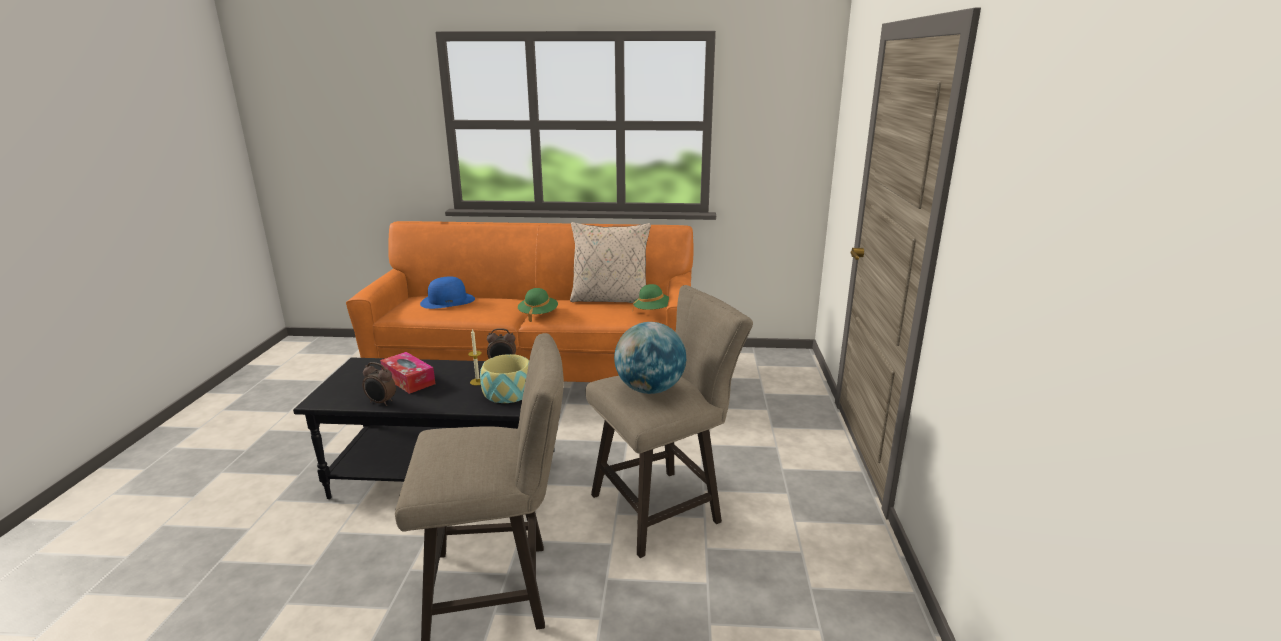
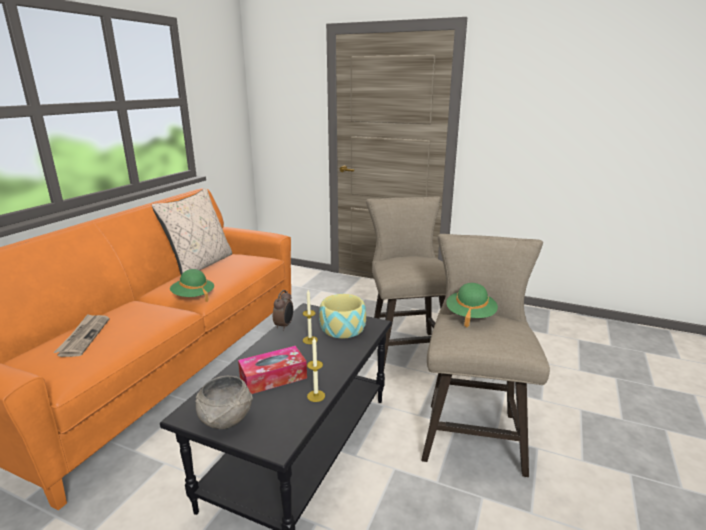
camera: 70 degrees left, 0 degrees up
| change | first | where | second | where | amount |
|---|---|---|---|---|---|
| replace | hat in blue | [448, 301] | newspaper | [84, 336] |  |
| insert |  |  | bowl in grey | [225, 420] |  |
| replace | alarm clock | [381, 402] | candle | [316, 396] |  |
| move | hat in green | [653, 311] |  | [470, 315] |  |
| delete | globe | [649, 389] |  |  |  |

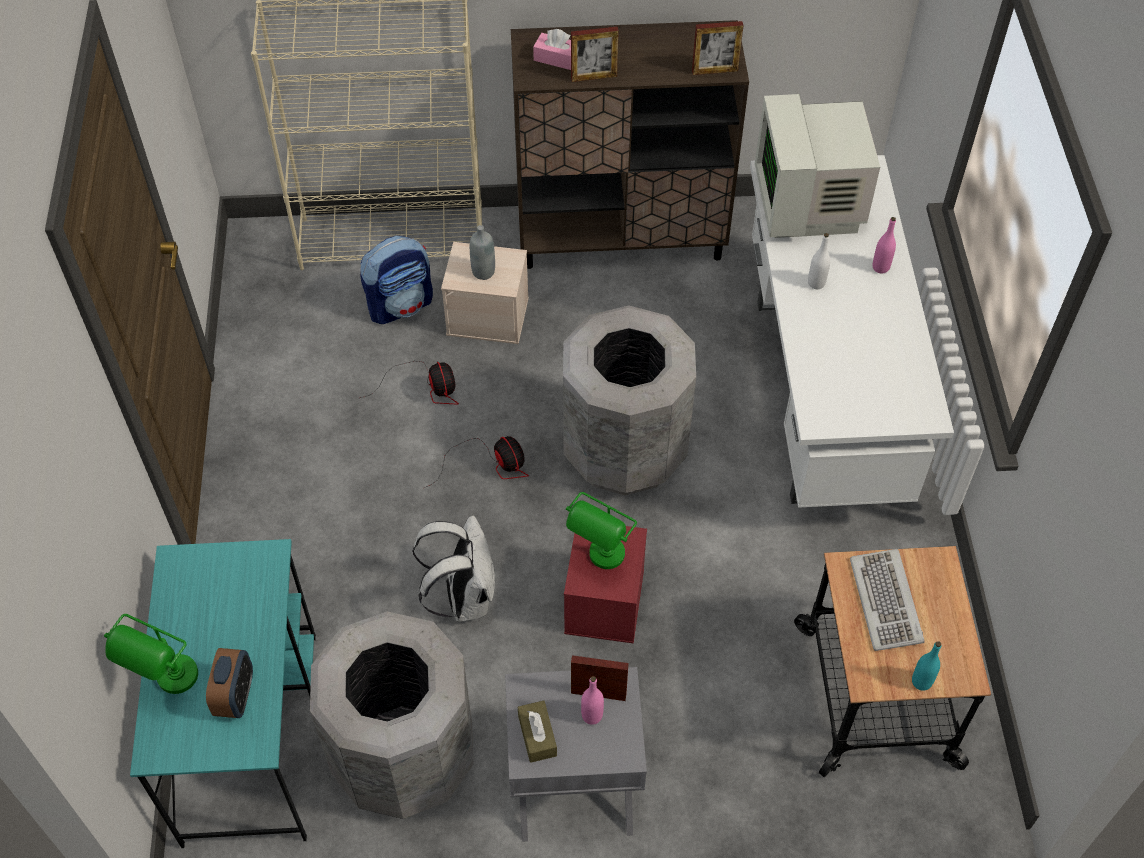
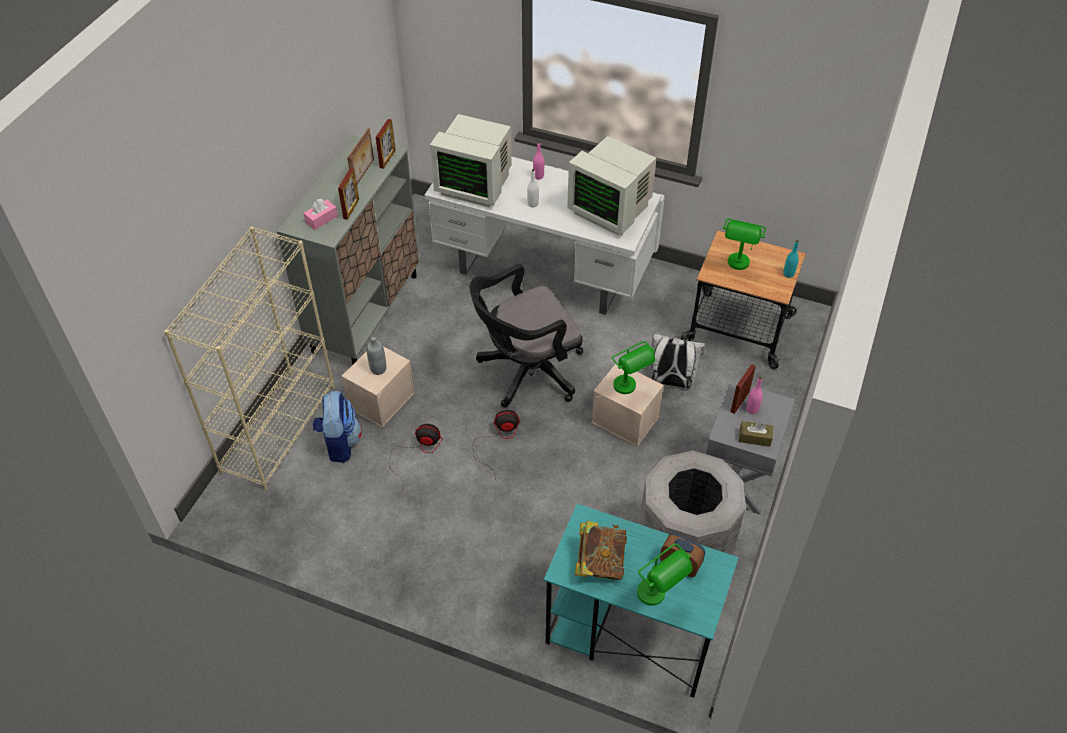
camera: 65 degrees left, 5 degrees down
| change | first | where | second | where | amount |
|---|---|---|---|---|---|
| recolor | cabinet in brown | [621, 237] | cabinet in grey | [366, 313] |  |
| insert |  |  | picture frame | [364, 174] |  |
| replace | trash can in grey | [624, 450] | office chair in black | [526, 372] |  |
| insert |  |  | monitor | [611, 209] |  |
| insert |  |  | book | [599, 562] |  |
| recolor | storage box in red | [605, 603] | storage box in beige | [626, 420] |  |
| move | backpack in white | [464, 597] |  | [671, 382] |  |
| replace | keyboard | [886, 602] | table lamp in green | [737, 267] |  |

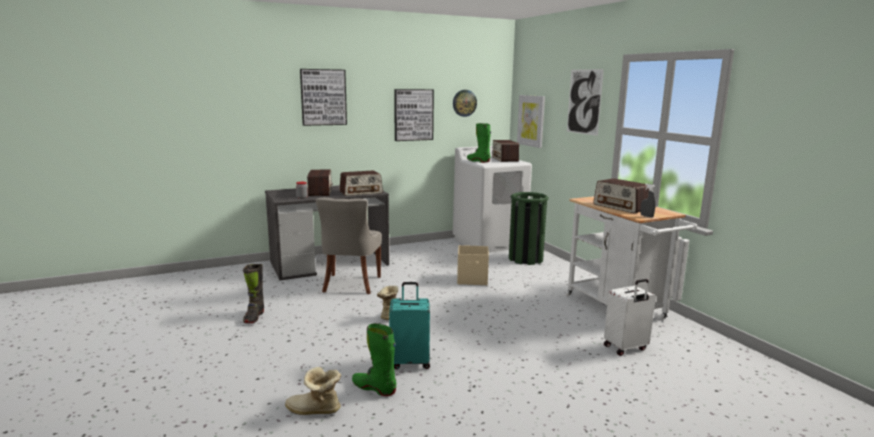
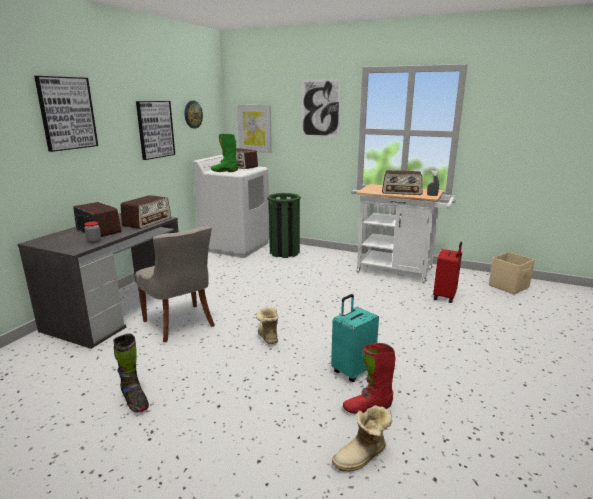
camera: 40 degrees left, 5 degrees up
| change | first | where | second | where | amount |
|---|---|---|---|---|---|
| recolor | boot in green | [374, 388] | boot in red | [367, 407] |  |
| recolor | suitcase in white | [626, 348] | suitcase in red | [445, 296] |  |
| move | storage box in beige | [473, 280] |  | [509, 286] |  |

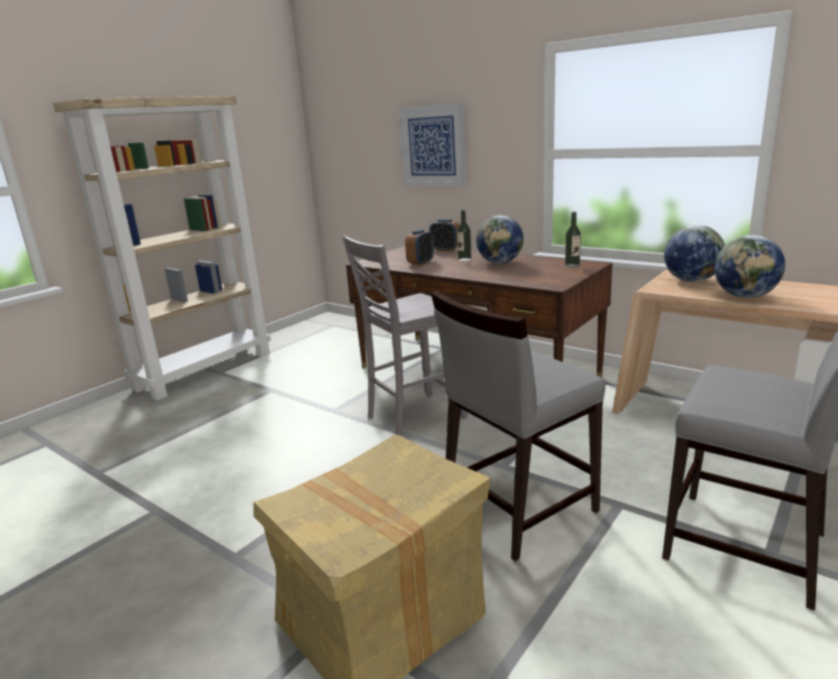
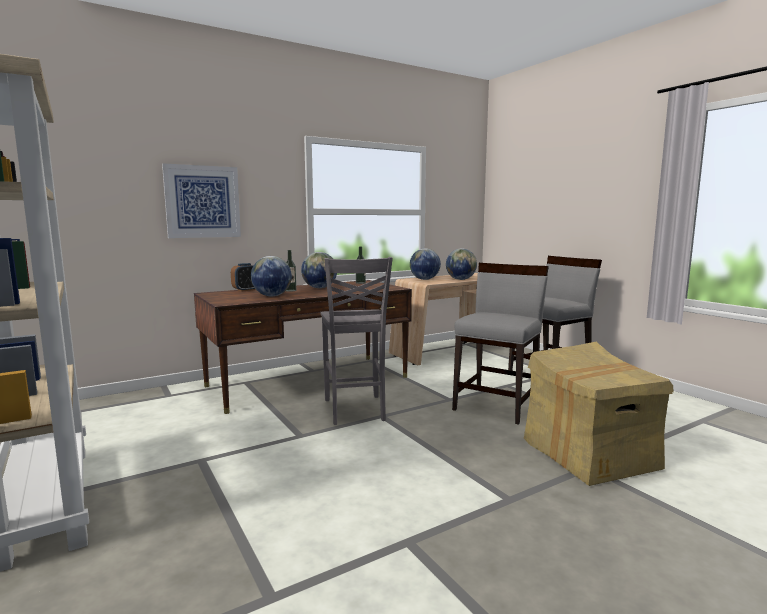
camera: 70 degrees left, 10 degrees down
| change | first | where | second | where | amount |
|---|---|---|---|---|---|
| replace | alarm clock | [421, 263] | globe | [272, 296] |  |
| rotate | chair in grey | [517, 508] |  | [497, 405] | 135 degrees counterclockwise |

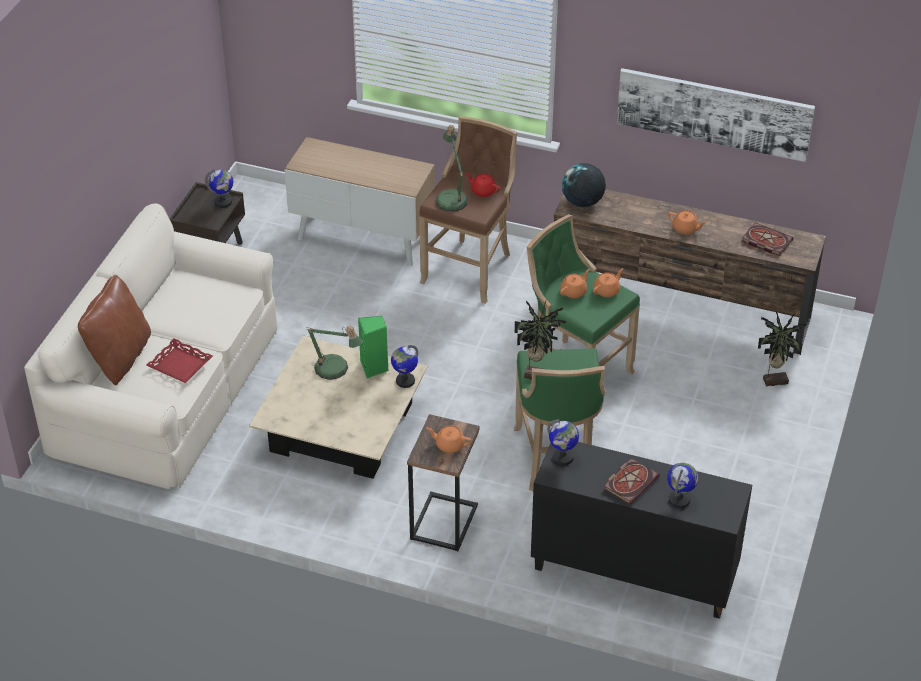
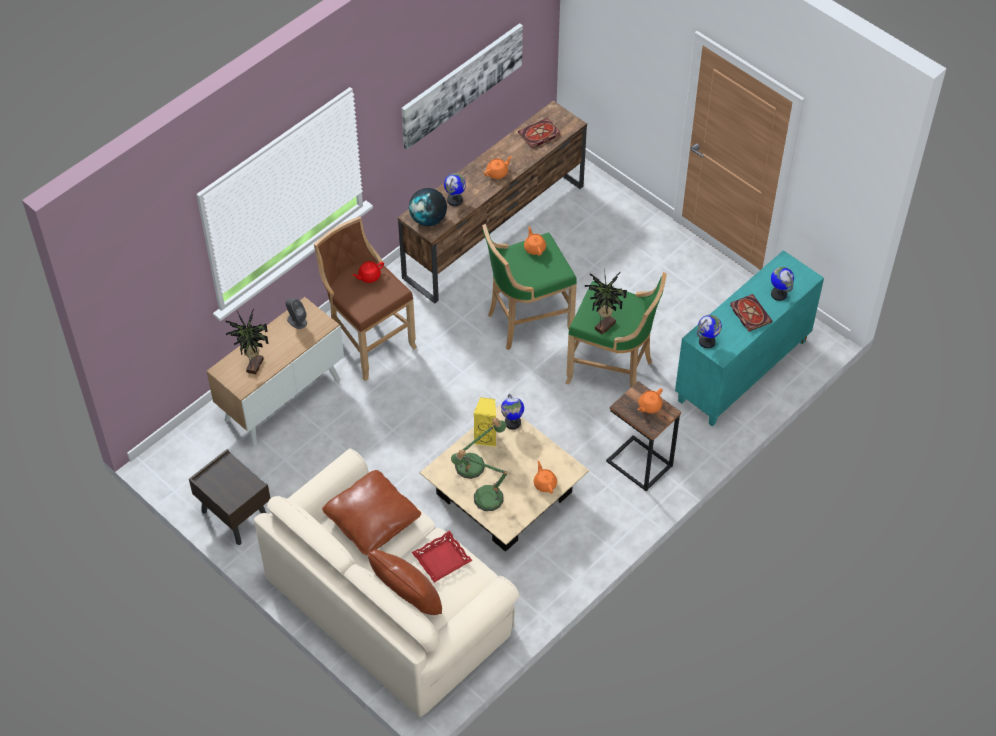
camera: 65 degrees left, 10 degrees up
| change | first | where | second | where | amount |
|---|---|---|---|---|---|
| move | potted plant | [774, 380] |  | [253, 365] |  |
| insert |  |  | speaker in grey | [296, 321] |  |
| insert |  |  | pillow in brown | [372, 520] |  |
| move | globe | [223, 202] |  | [455, 200] |  |
| move | table lamp | [451, 197] |  | [483, 496] |  |
| recolor | speaker in green | [374, 368] | speaker in yellow | [486, 437] |  |
| move | teapot in orange | [574, 291] |  | [545, 483] |  |
| recolor | cabinet in black | [632, 573] | cabinet in turquoise | [742, 372] |  |

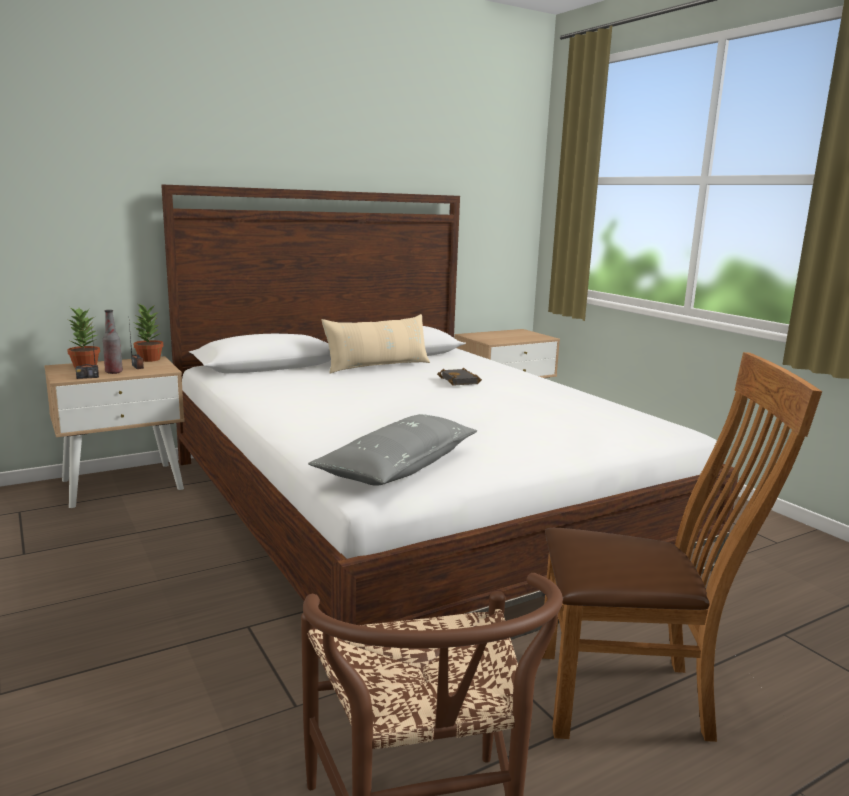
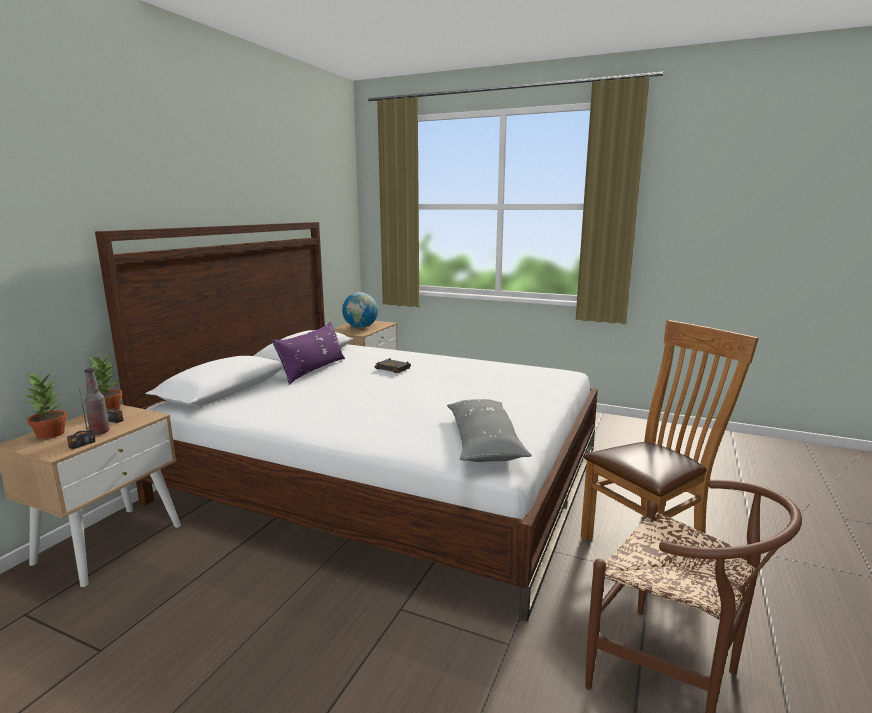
camera: 35 degrees left, 0 degrees up
| change | first | where | second | where | amount |
|---|---|---|---|---|---|
| recolor | pillow in beige | [378, 366] | pillow in purple | [313, 370] |  |
| insert |  |  | globe | [360, 327] |  |

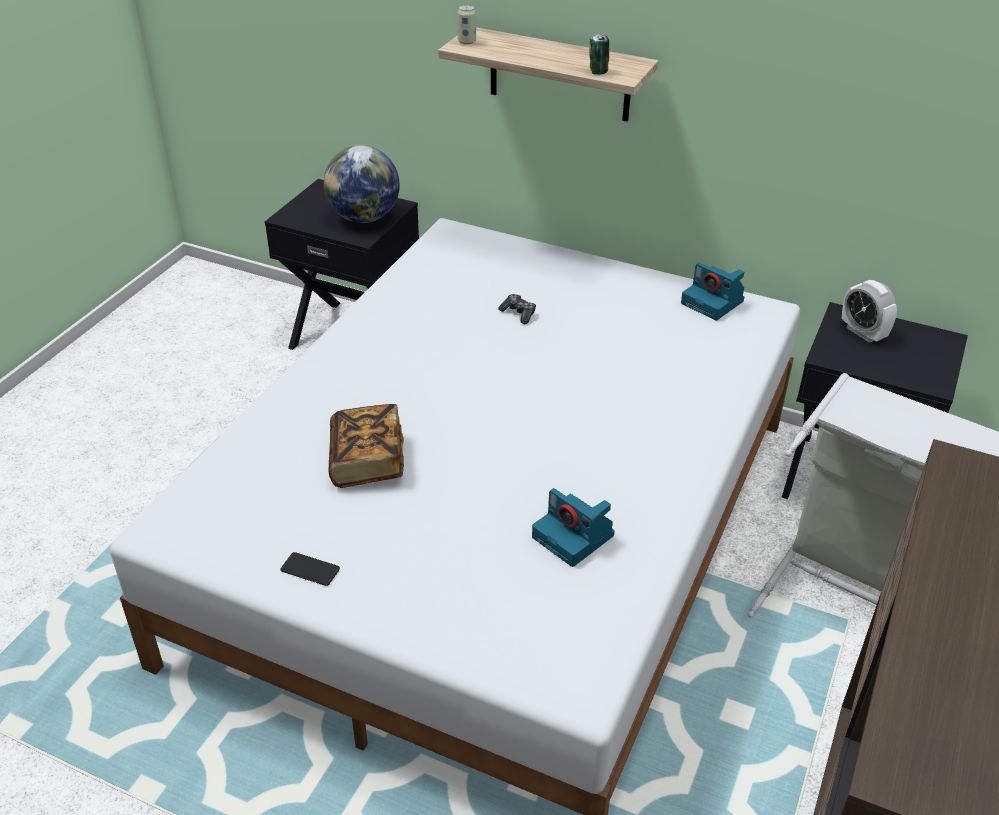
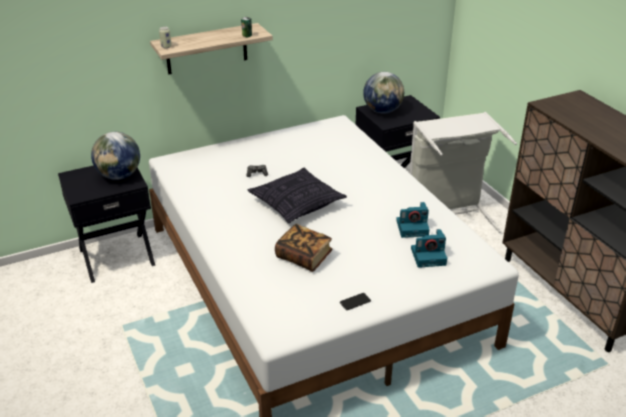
camera: 50 degrees left, 5 degrees down
| change | first | where | second | where | amount |
|---|---|---|---|---|---|
| insert |  |  | pillow | [297, 204] |  |
| replace | alarm clock | [863, 333] | globe | [382, 111] |  |
| move | photo camera | [713, 302] |  | [429, 256] |  |

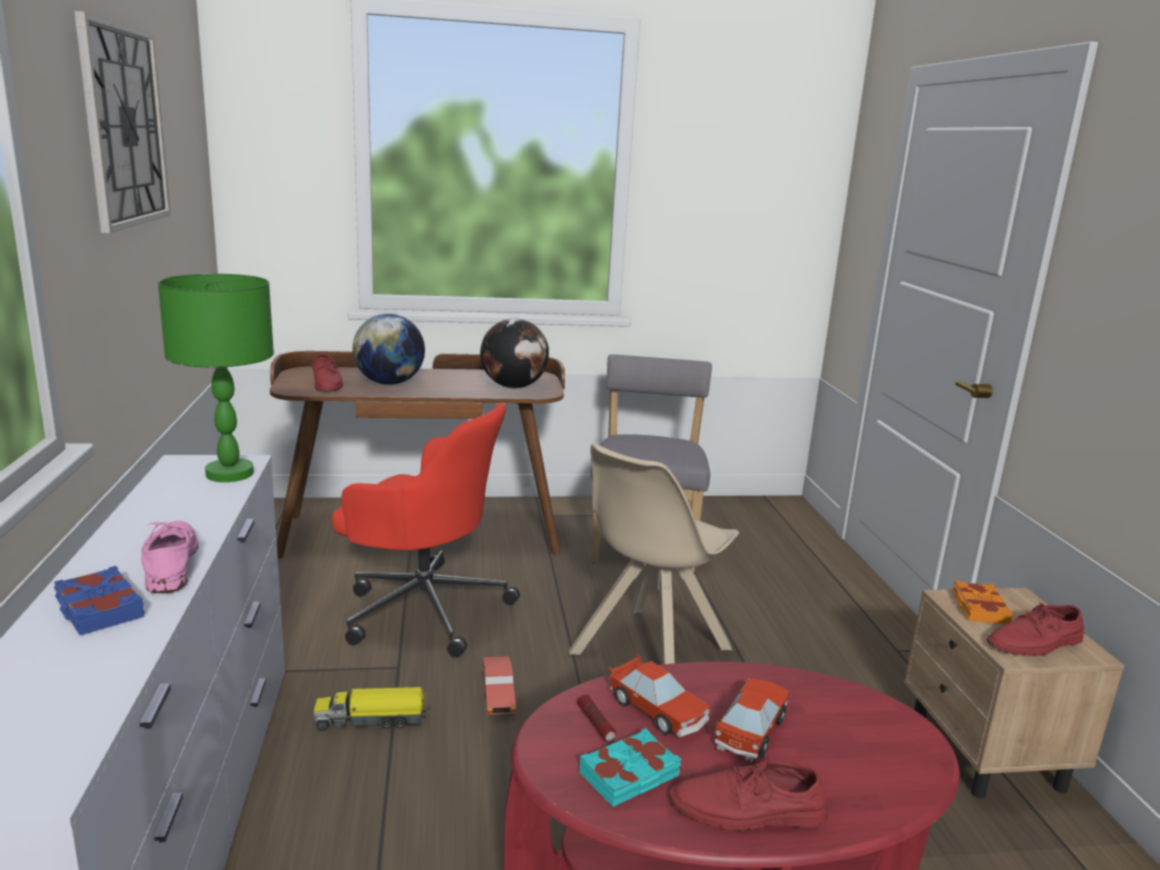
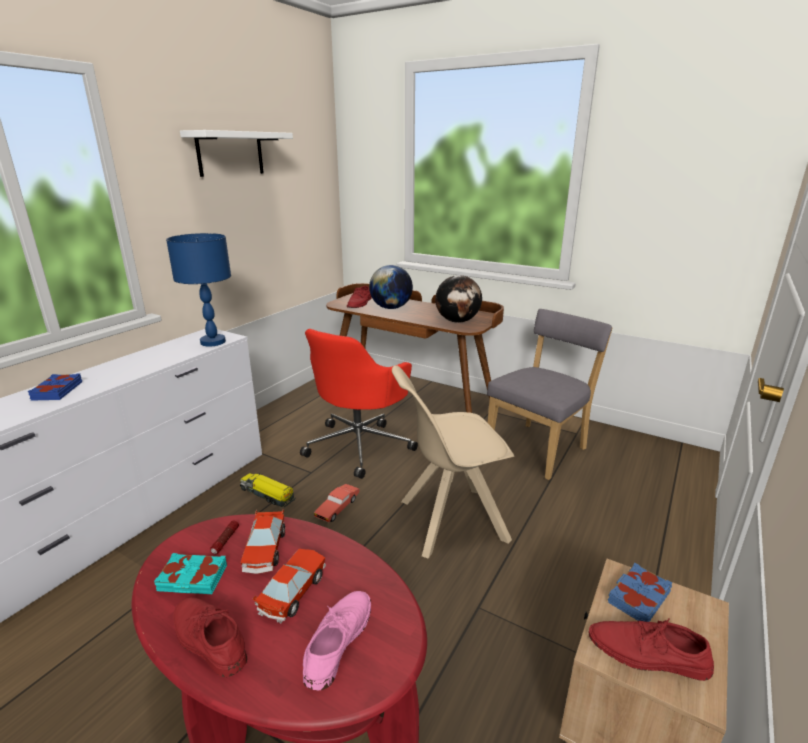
camera: 40 degrees right, 5 degrees up
| change | first | where | second | where | amount |
|---|---|---|---|---|---|
| recolor | table lamp in green | [229, 474] | table lamp in blue | [212, 342] |  |
| replace | wall clock | [124, 126] | shelf in white | [230, 153] |  |
| rotate | toy car | [751, 729] |  | [293, 591] | 45 degrees counterclockwise |
| rotate | office chair in red | [423, 608] |  | [360, 445] | 60 degrees clockwise |
| move | shoe in pink | [169, 562] |  | [338, 639] |  |
| recolor | book in orange | [979, 608] | book in blue | [637, 597] |  |

